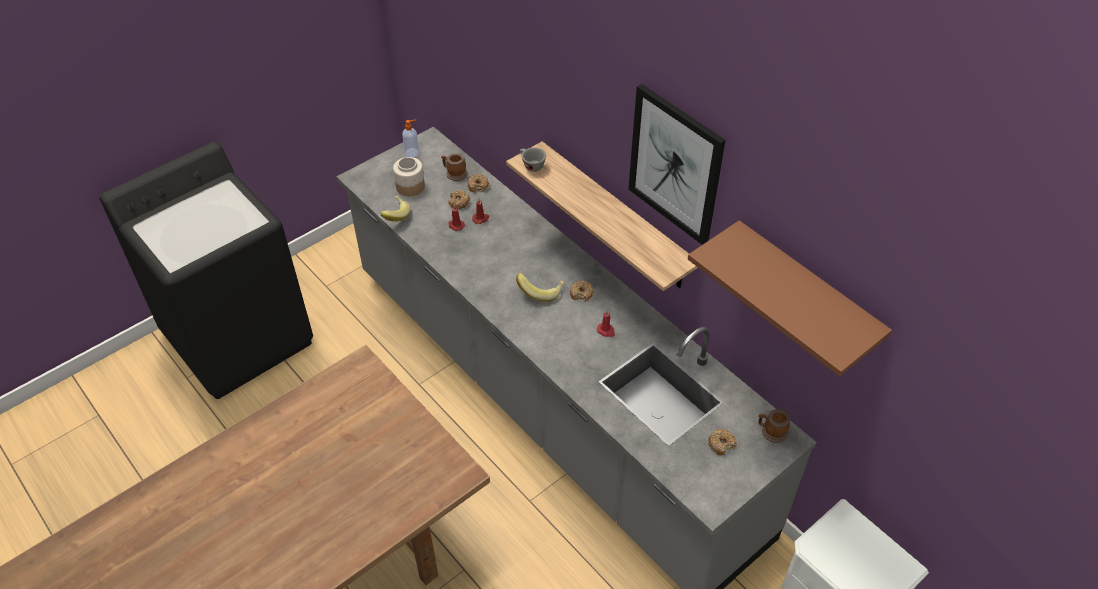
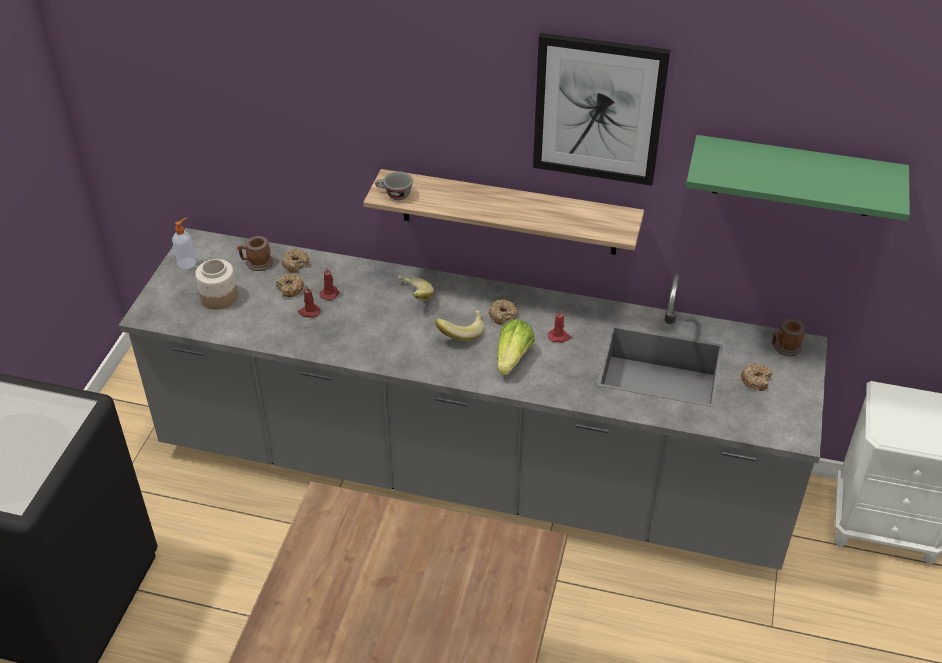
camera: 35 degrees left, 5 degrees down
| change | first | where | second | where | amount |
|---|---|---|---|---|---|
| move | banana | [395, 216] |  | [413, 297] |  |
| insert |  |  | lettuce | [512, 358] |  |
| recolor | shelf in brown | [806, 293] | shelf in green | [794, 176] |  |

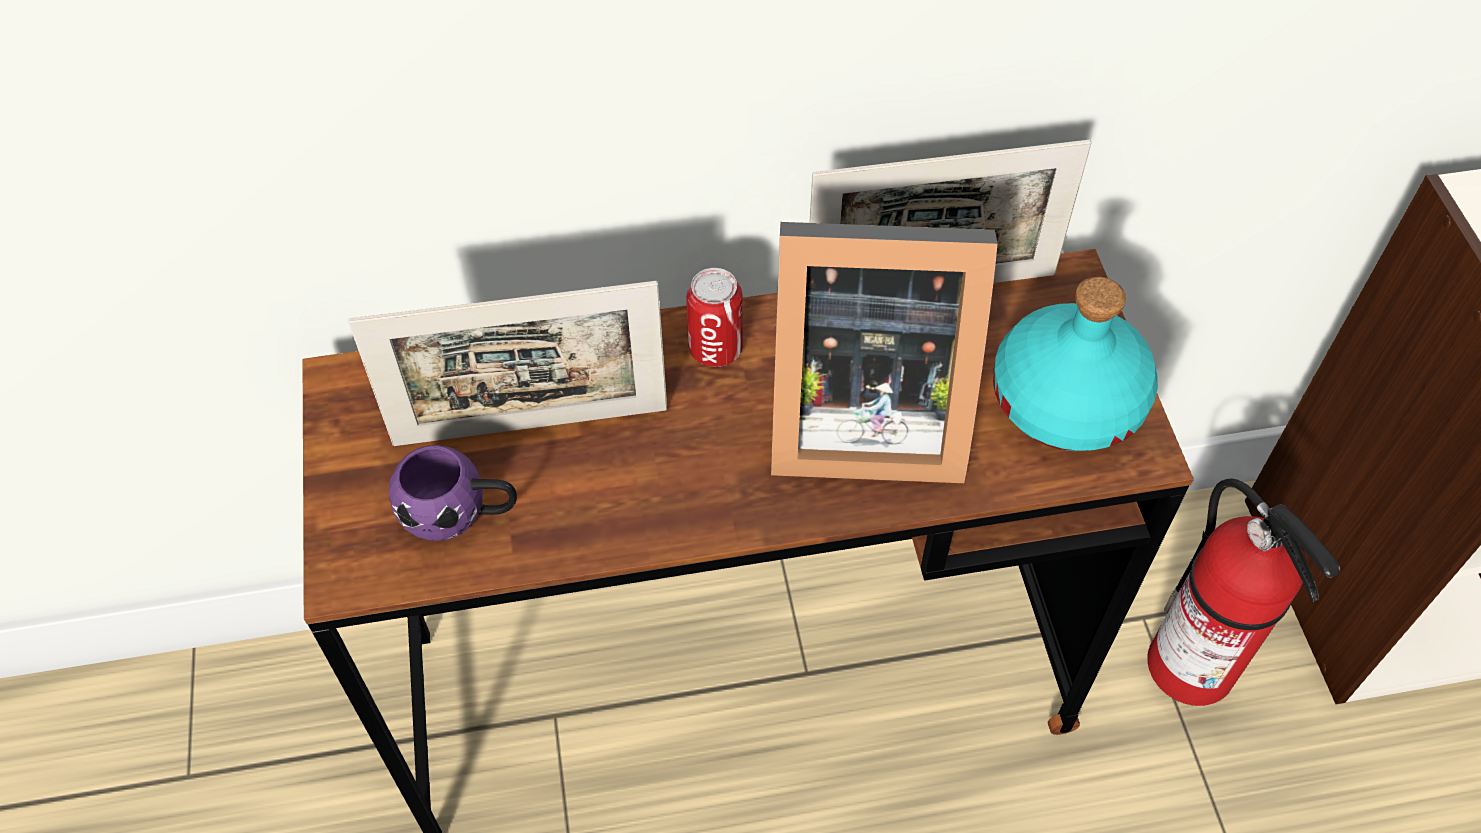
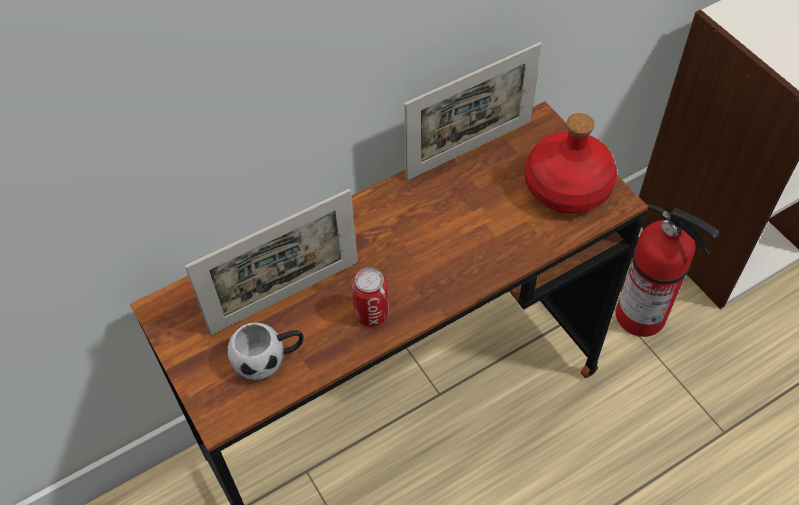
camera: 20 degrees left, 0 degrees up
| change | first | where | second | where | amount |
|---|---|---|---|---|---|
| recolor | mug in purple | [460, 514] | mug in white | [269, 359] |  |
| move | can | [715, 349] |  | [372, 313] |  |
| recolor | bottle in turquoise | [1068, 401] | bottle in red | [568, 186] |  |
| delete | picture frame | [858, 416] |  |  |  |

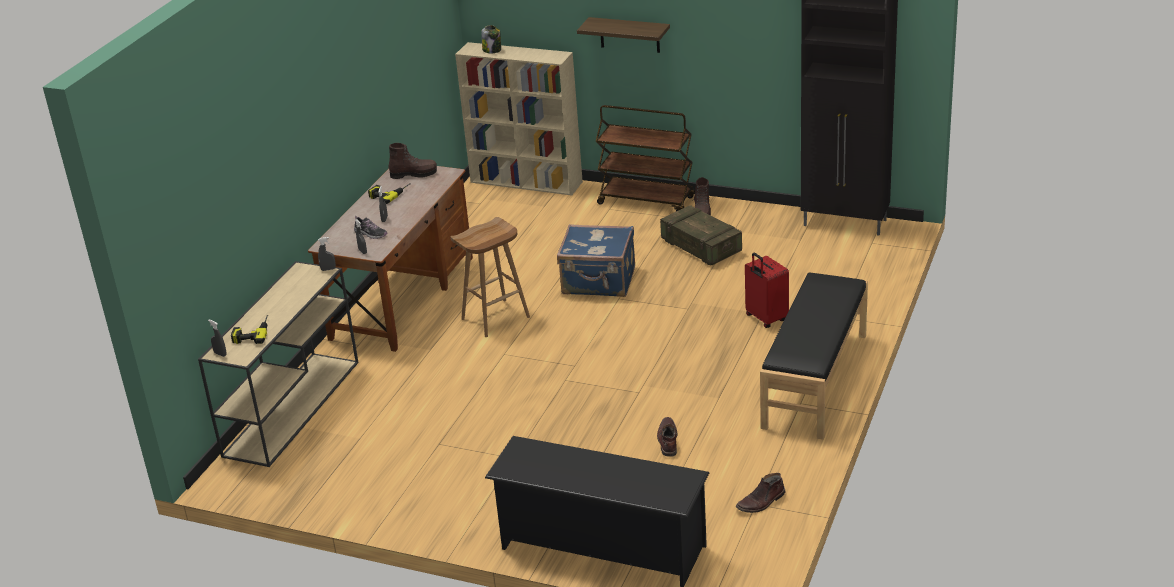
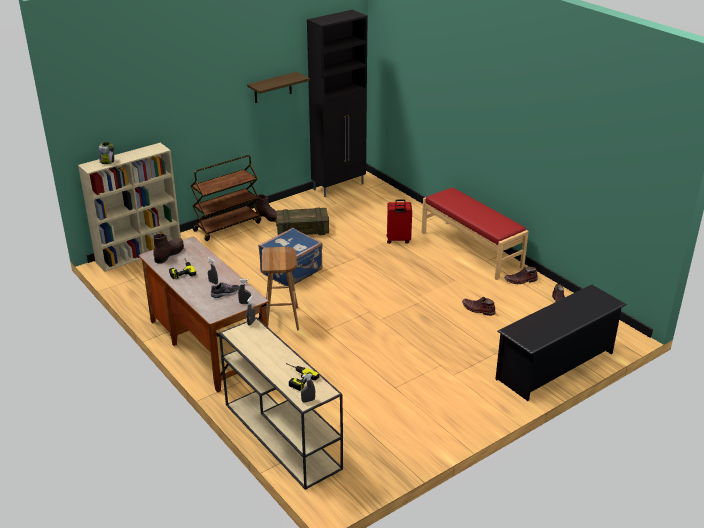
camera: 60 degrees left, 0 degrees up
| change | first | where | second | where | amount |
|---|---|---|---|---|---|
| move | shelf | [629, 35] |  | [273, 88] |  |
| recolor | bench in black | [816, 381] | bench in red | [471, 249] |  |
| insert |  |  | boot in brown | [520, 280] |  |

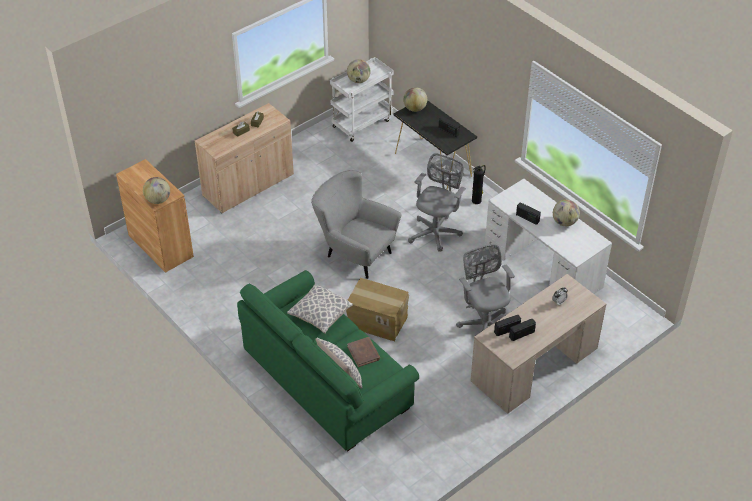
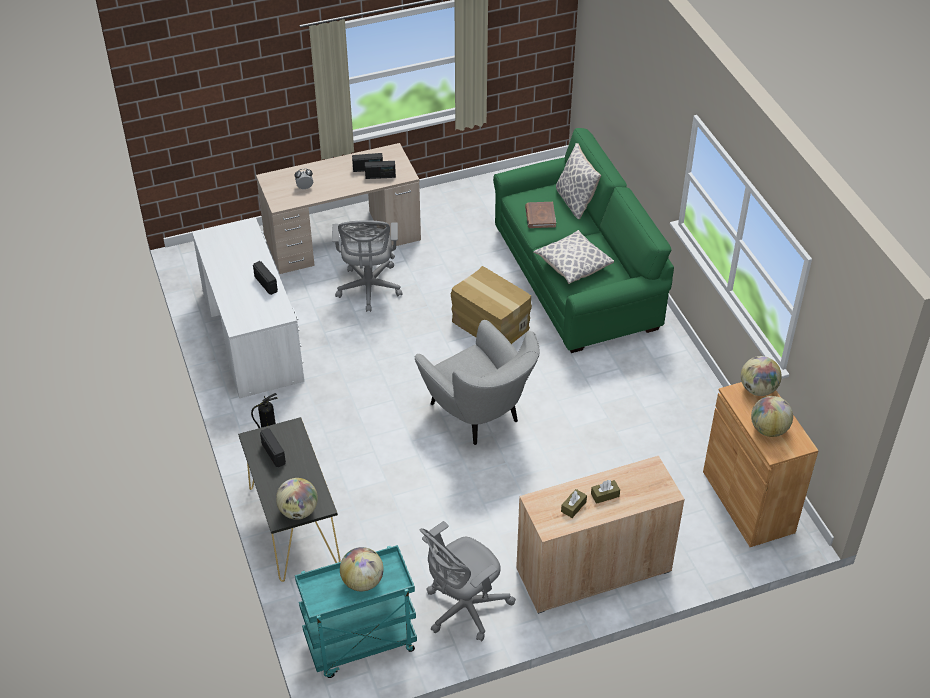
camera: 160 degrees left, 0 degrees up
| change | first | where | second | where | amount |
|---|---|---|---|---|---|
| recolor | cart in white | [362, 123] | cart in turquoise | [360, 645] |  |
| move | office chair in grey | [436, 232] |  | [463, 609] |  |
| move | globe | [564, 222] |  | [768, 429] |  |

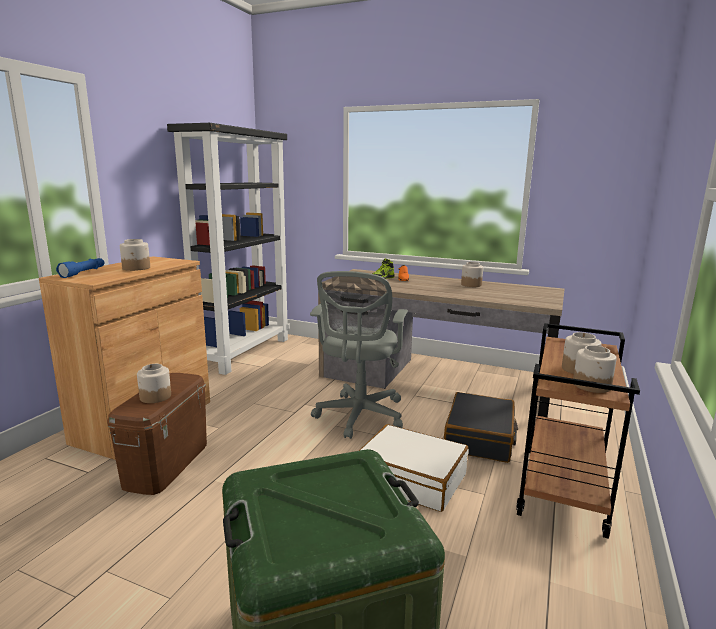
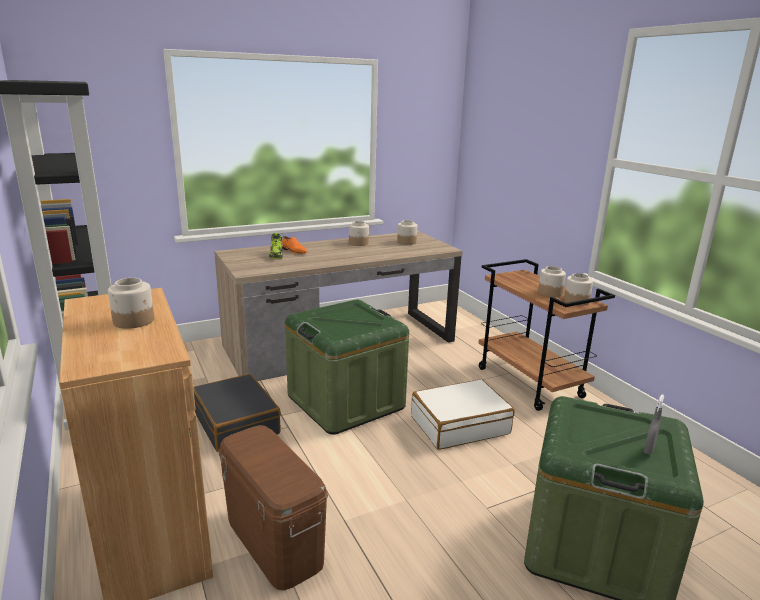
camera: 50 degrees left, 5 degrees up
| change | first | where | second | where | amount |
|---|---|---|---|---|---|
| move | suitcase in black | [480, 438] |  | [237, 423] |  |
| replace | office chair in grey | [359, 417] | storage box in green | [345, 402] |  |
| move | jar | [155, 396] |  | [406, 242] |  |
| insert |  |  | spray bottle in grey | [649, 449] |  |
| delete | flashlight in blue | [84, 273] |  |  |  |

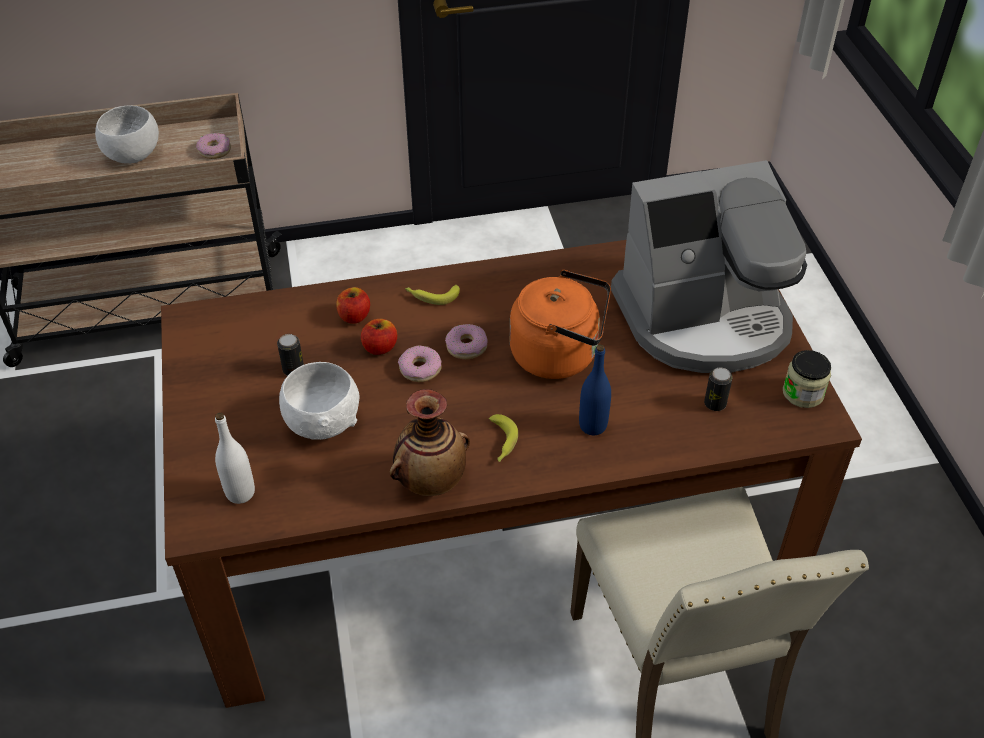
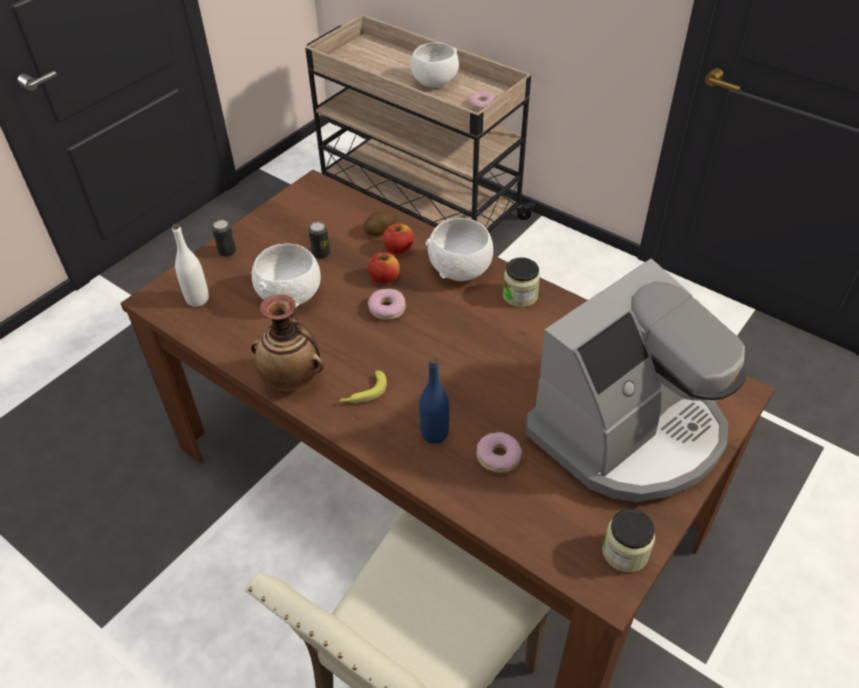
camera: 50 degrees right, 0 degrees up
| change | first | where | second | where | amount |
|---|---|---|---|---|---|
| move | can | [715, 404] |  | [227, 252] |  |
| insert |  |  | potato | [380, 231] |  |
| replace | banana | [431, 296] | bowl in white | [461, 270] |  |
| move | donut | [466, 346] |  | [498, 457] |  |
| insert |  |  | jar | [520, 295] |  |
| rotate | coffee machine | [704, 319] |  | [629, 432] | 75 degrees counterclockwise |
| delete | kettle in orange | [560, 354] |  |  |  |

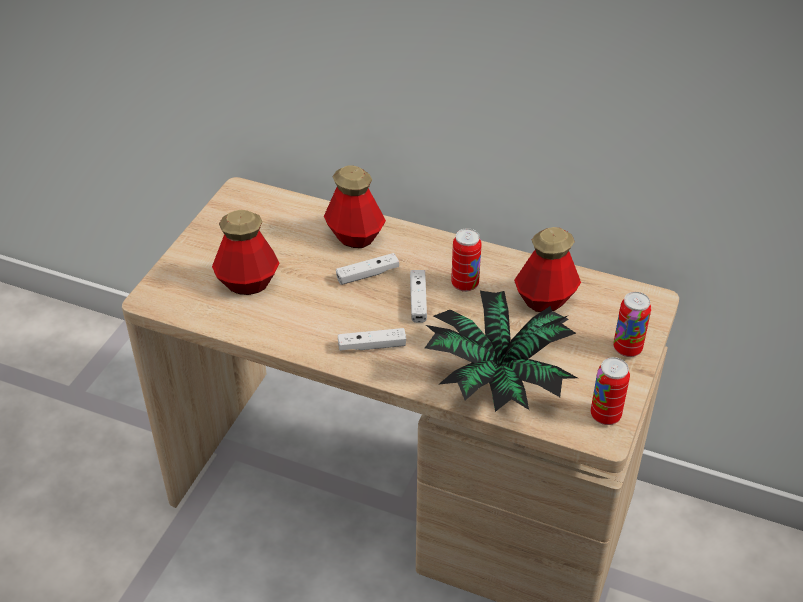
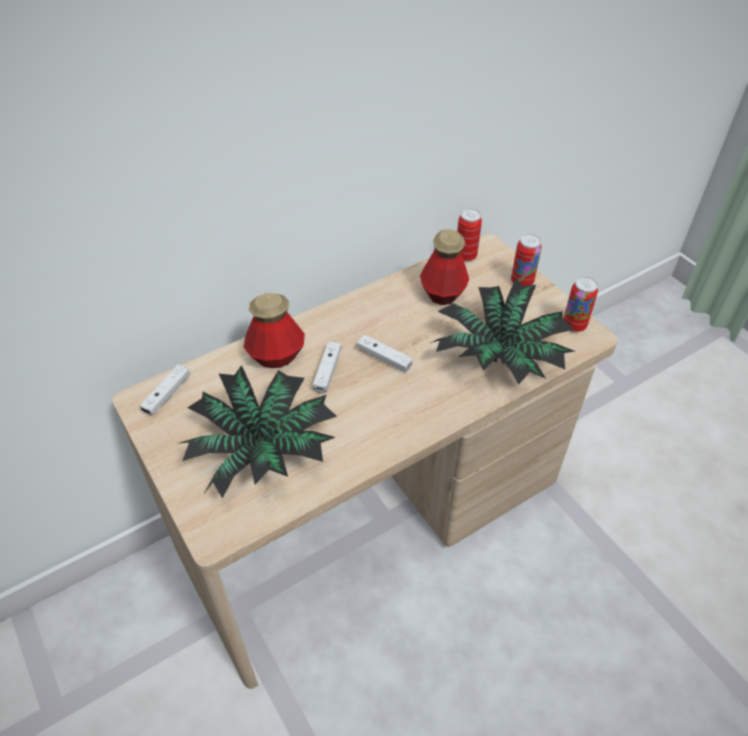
camera: 55 degrees left, 5 degrees up
| change | first | where | second | where | amount |
|---|---|---|---|---|---|
| move | game controller in white | [372, 346] |  | [167, 394] |  |
| replace | bottle | [248, 283] | potted plant | [263, 453] |  |
| move | can | [465, 284] |  | [465, 256] |  |

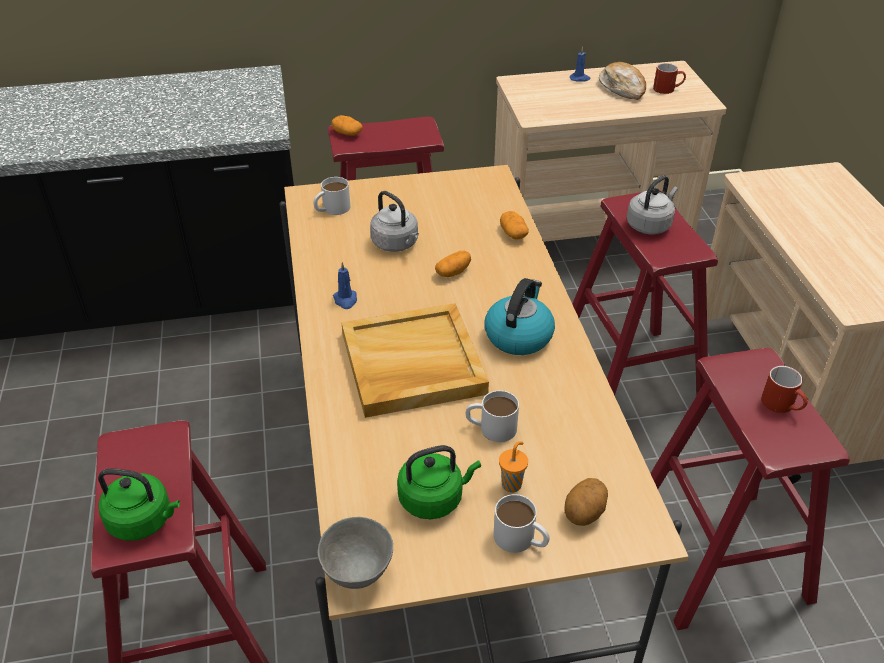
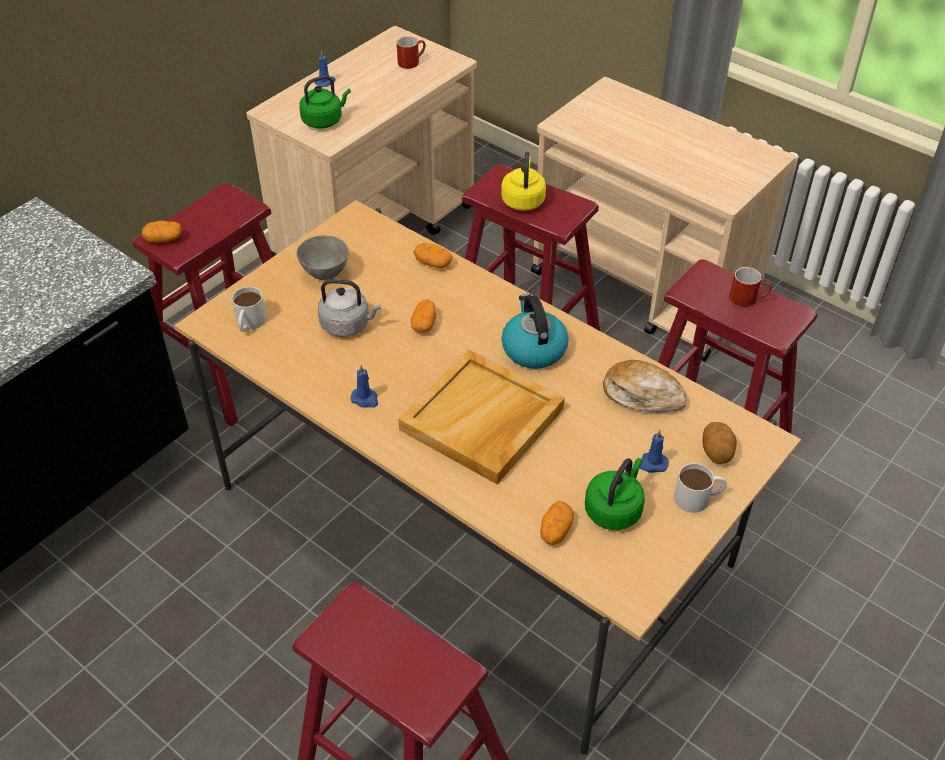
camera: 40 degrees left, 5 degrees up
| change | first | where | second | where | amount |
|---|---|---|---|---|---|
| move | bowl in grey | [358, 573] |  | [326, 274] |  |
| move | kettle in green | [144, 520] |  | [324, 120] |  |
| recolor | kettle in grey | [650, 225] | kettle in yellow | [523, 200] |  |
| insert |  |  | potato | [555, 530] |  |
| move | bread | [622, 88] |  | [642, 394] |  |
| replace | cup in orange | [512, 484] | candle in blue | [652, 464] |  |
| delete | mug in white | [491, 427] |  |  |  |

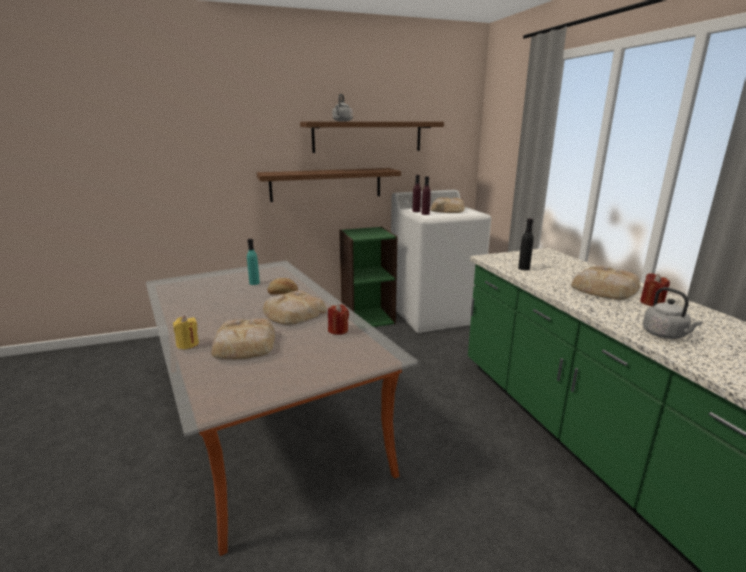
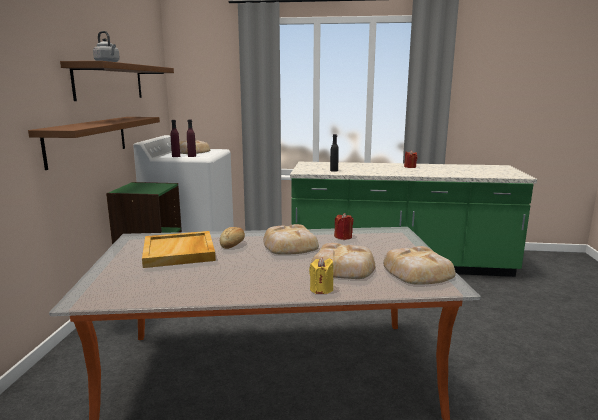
camera: 65 degrees left, 5 degrees down
| change | first | where | second | where | amount |
|---|---|---|---|---|---|
| replace | bottle in turquoise | [254, 283] | tray in beige | [179, 252] |  |
| move | bread | [603, 289] |  | [417, 272] |  |
| delete | kettle in grey | [666, 335] |  |  |  |

